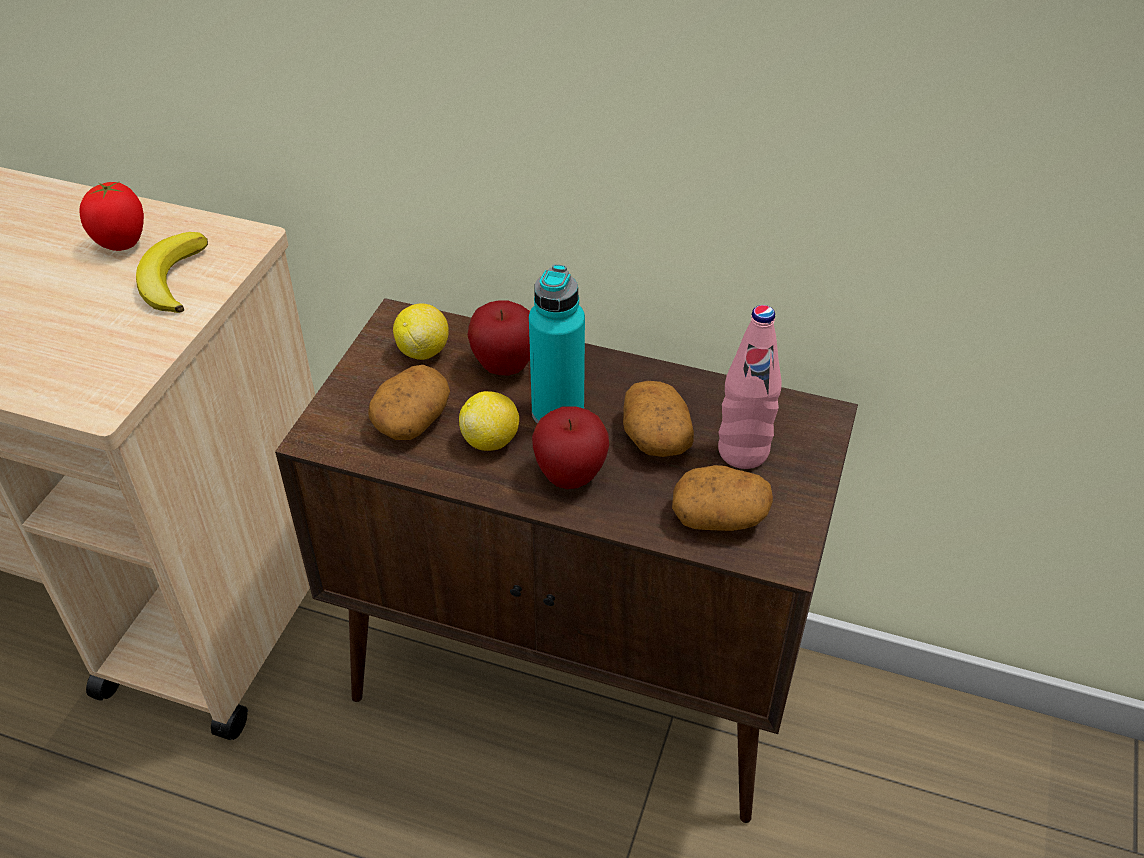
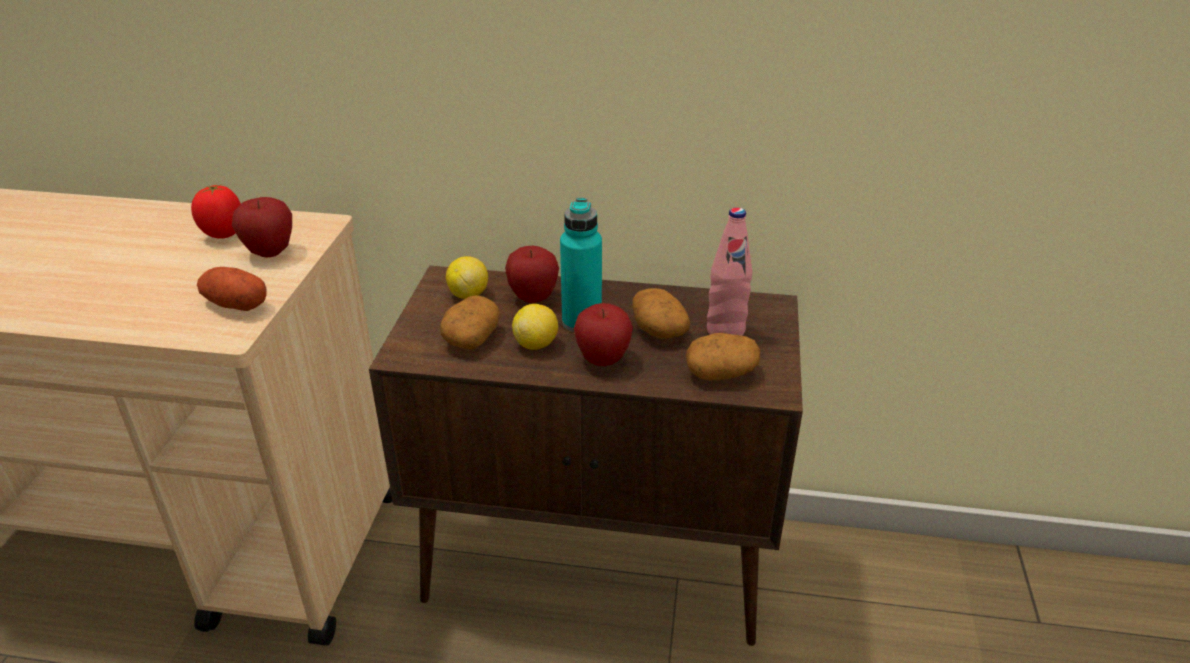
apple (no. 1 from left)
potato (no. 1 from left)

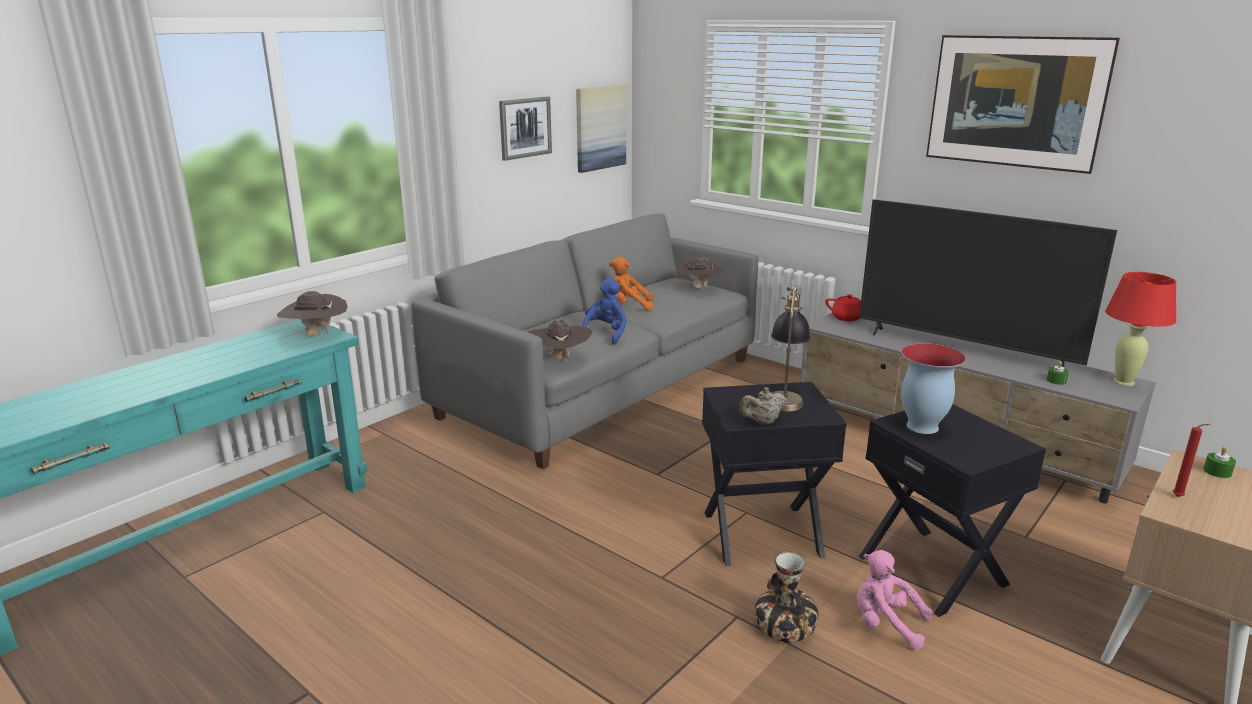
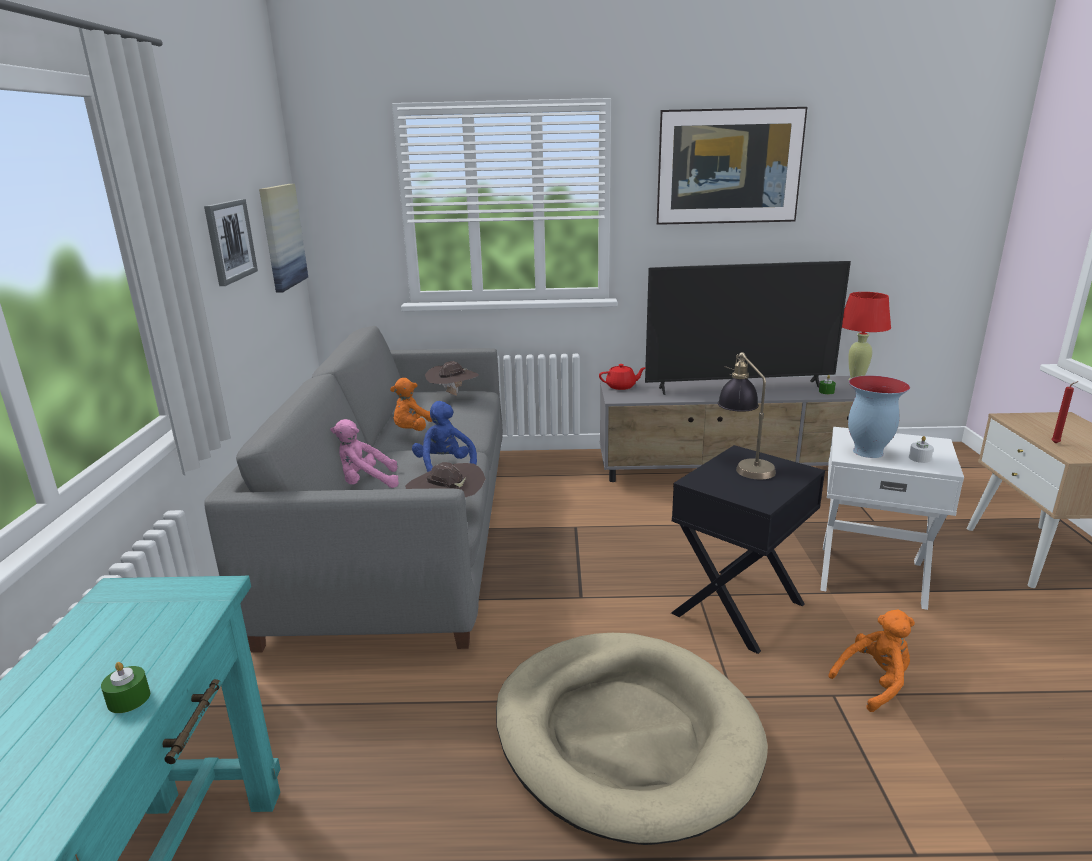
brown hat (no. 1 from left in the first image)
beige teapot
orange plush toy (no. 2 from left)
pink plush toy
white side table
green candle (no. 1 from left)
beige dog bed
white candle

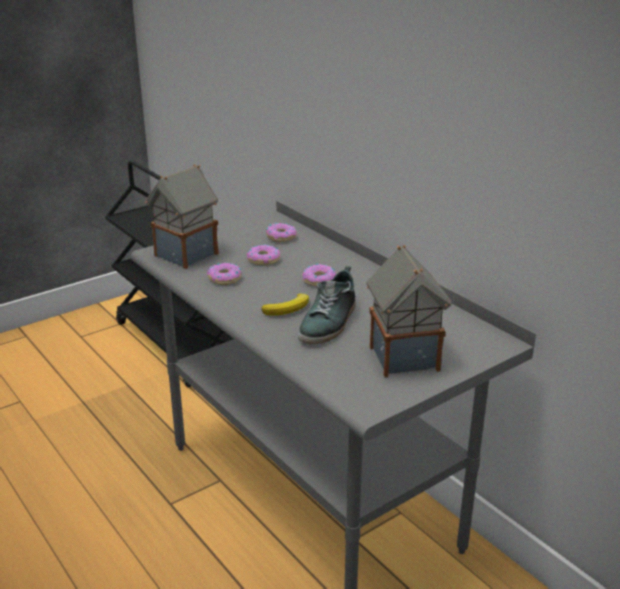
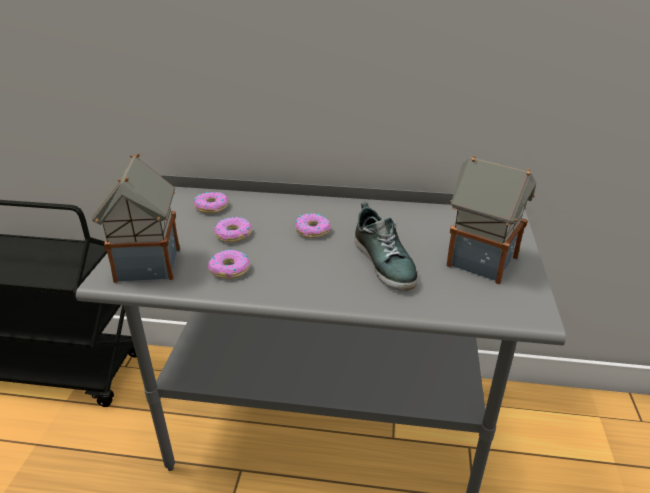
banana

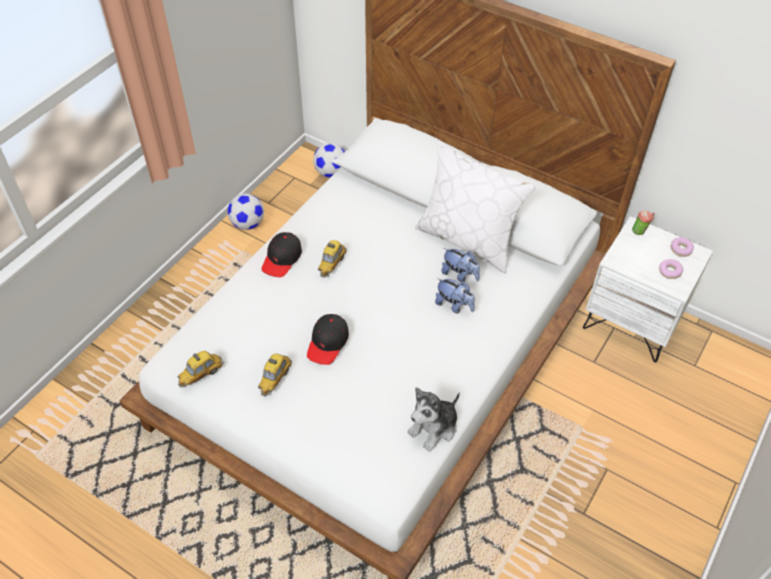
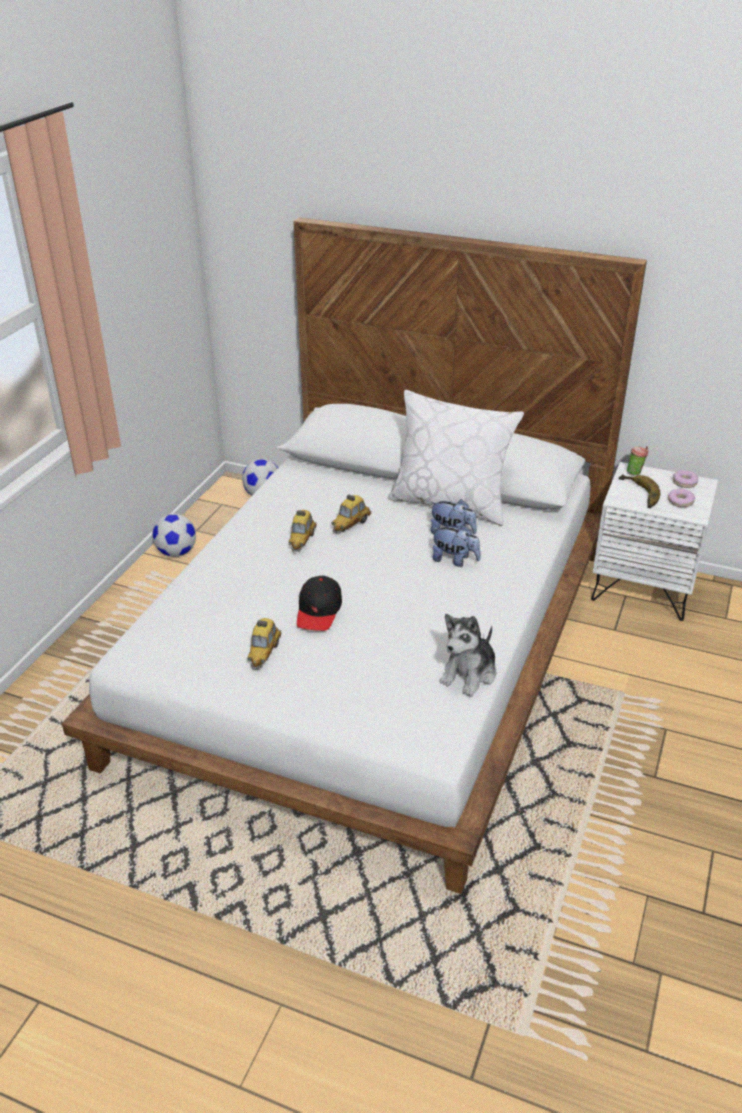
toy car (no. 3 from left)
black cap (no. 1 from left in the first image)
banana

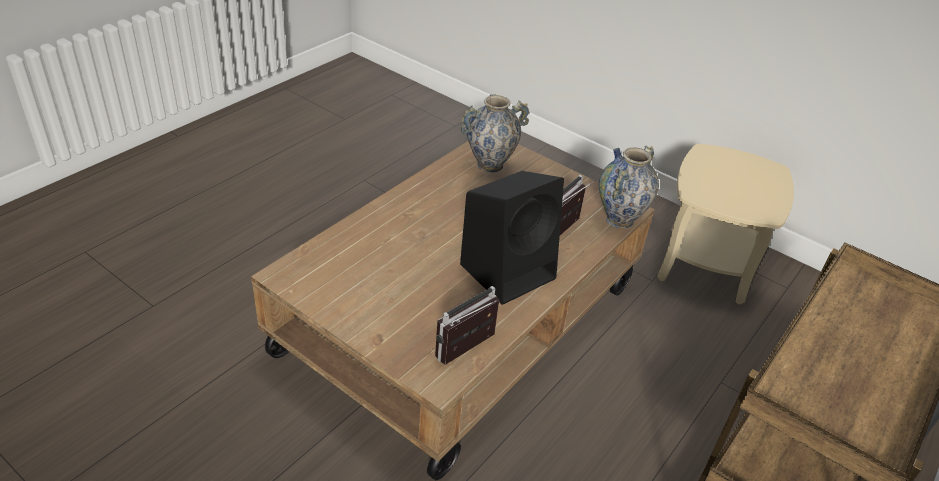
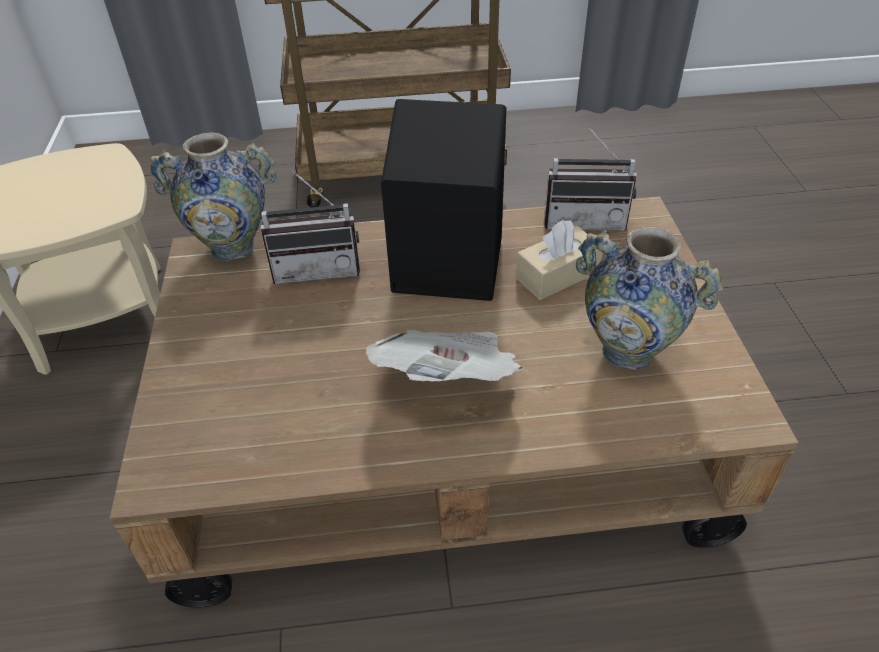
vase (no. 2 from left)
newspaper
beige tissue box

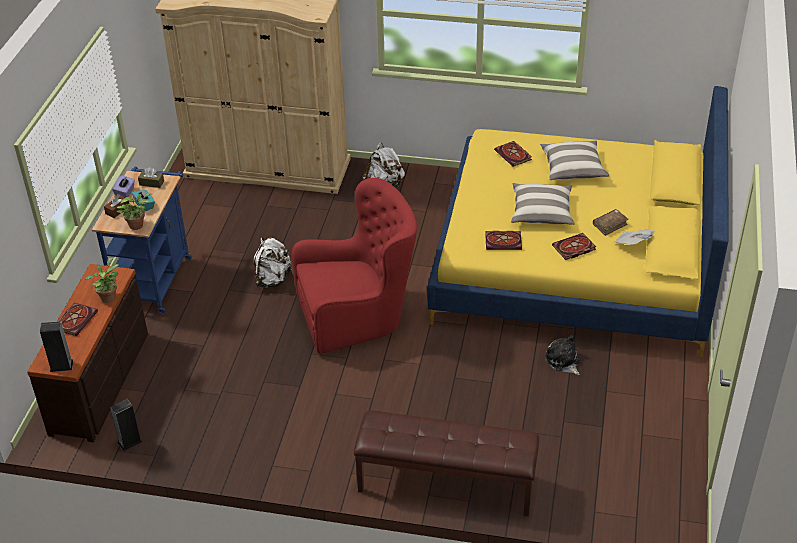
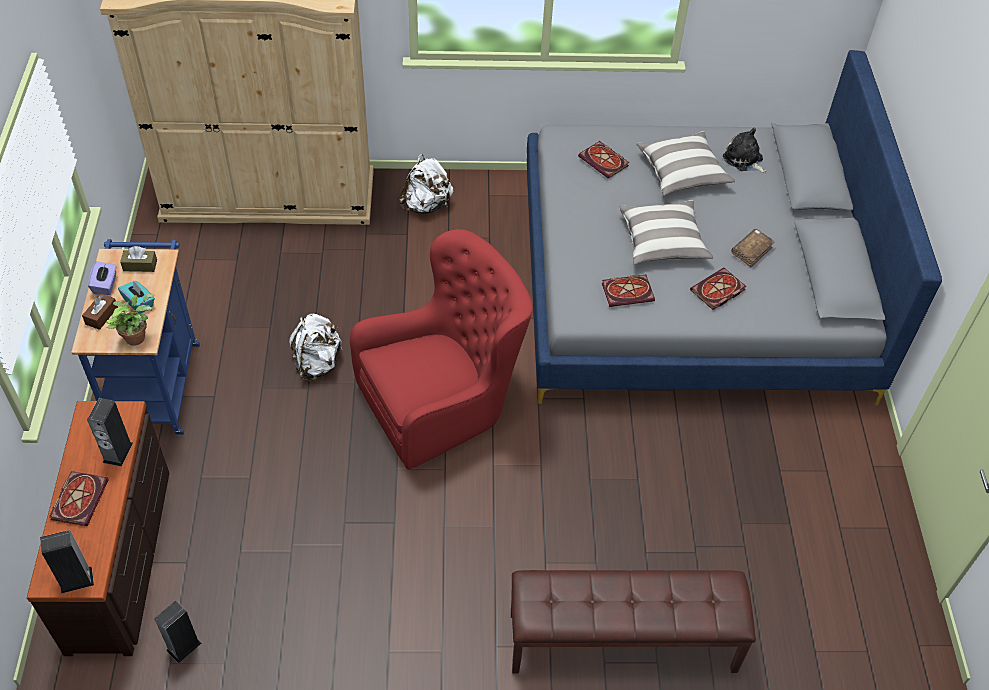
speaker (no. 2 from left)
grey bed
plush toy
newspaper

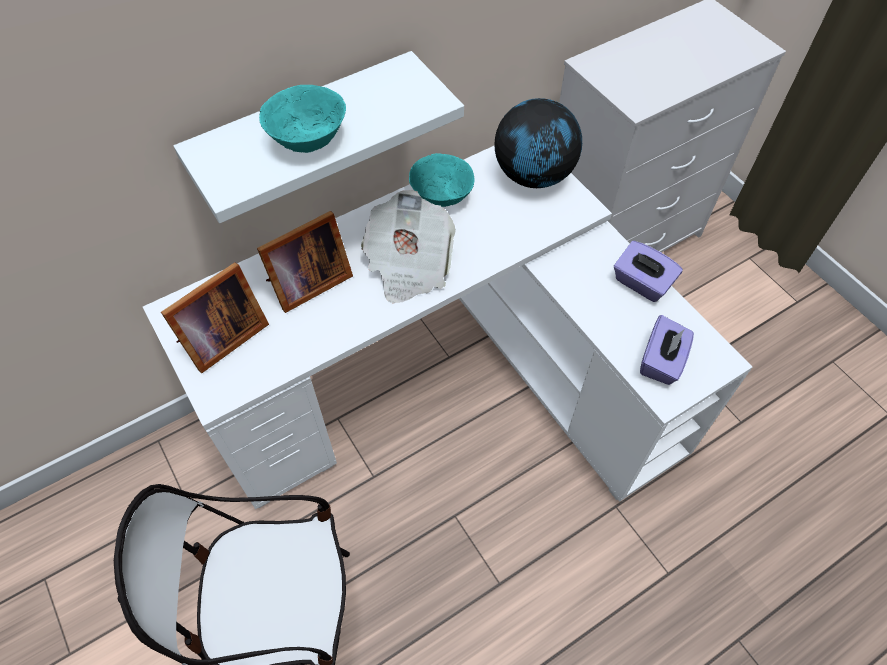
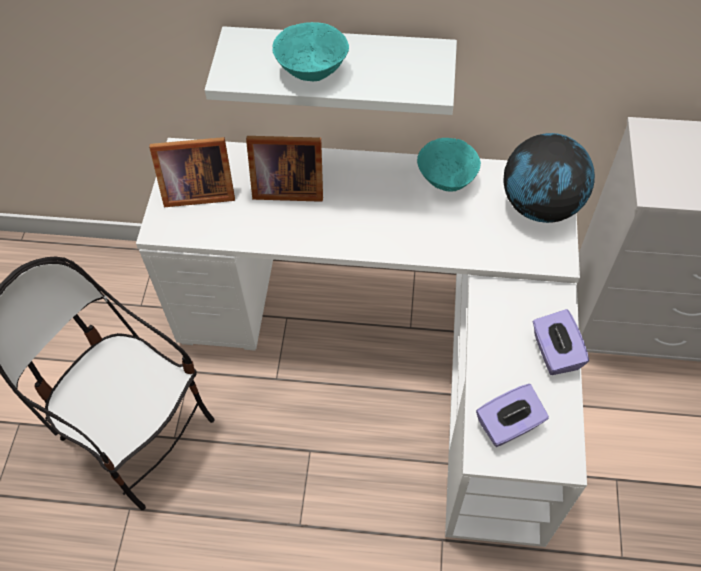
newspaper

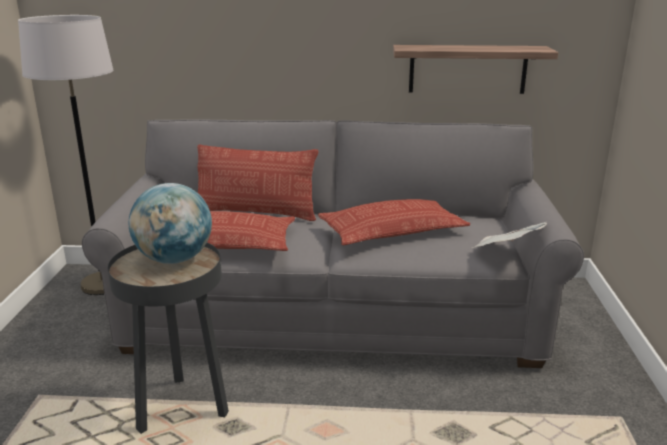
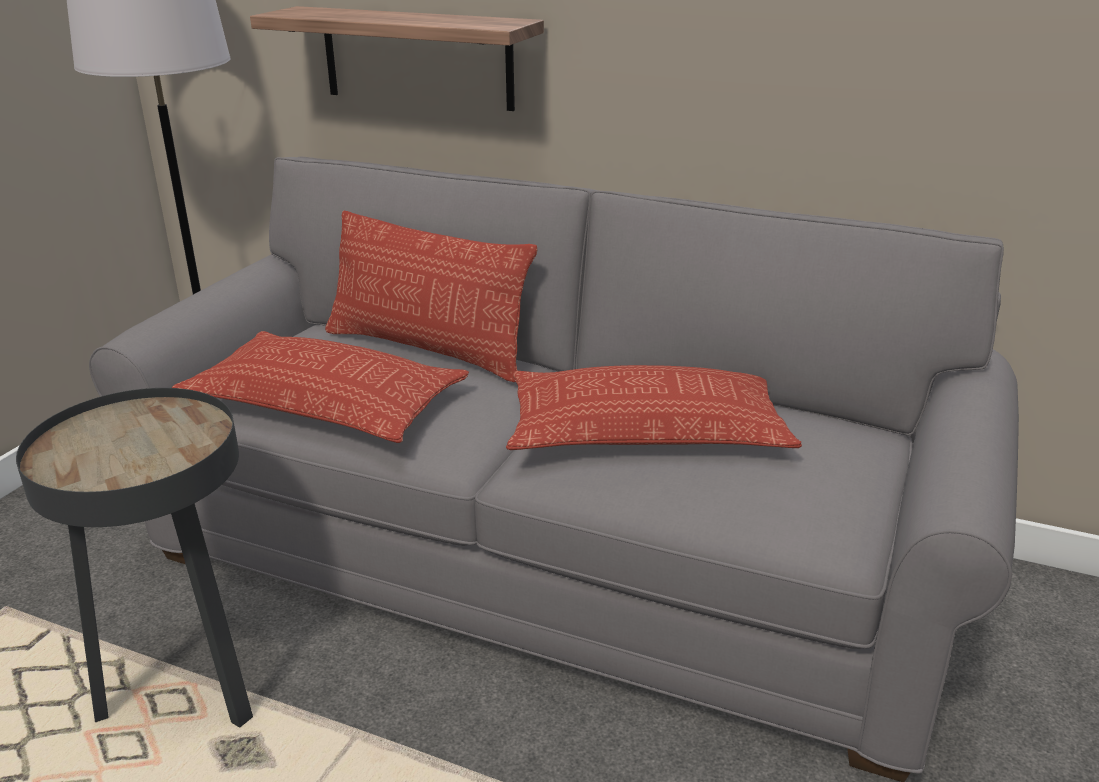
globe
shelf
newspaper

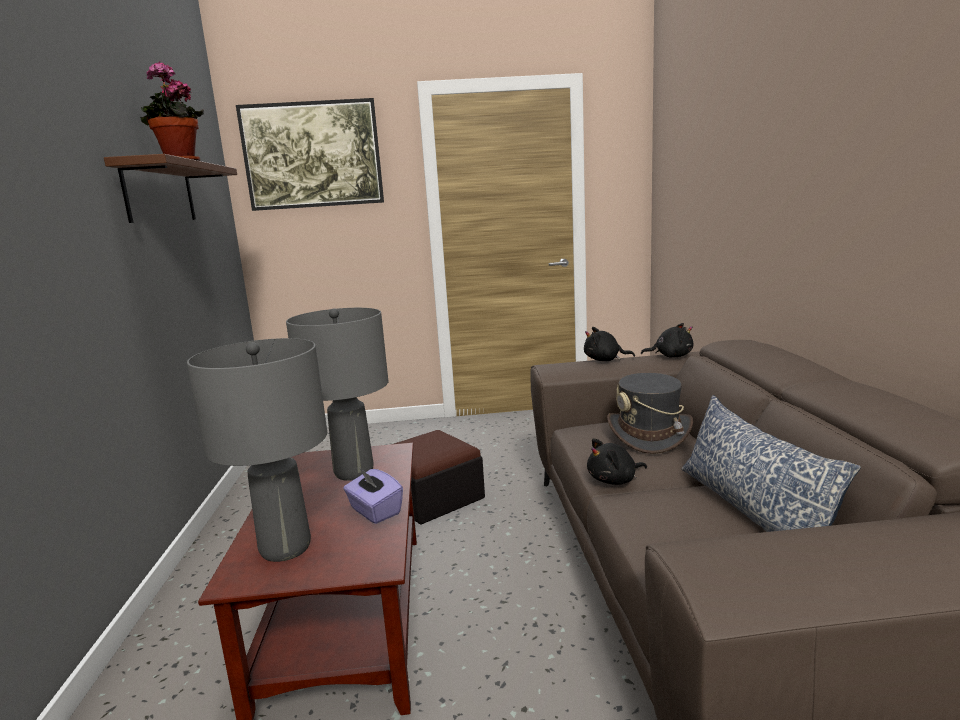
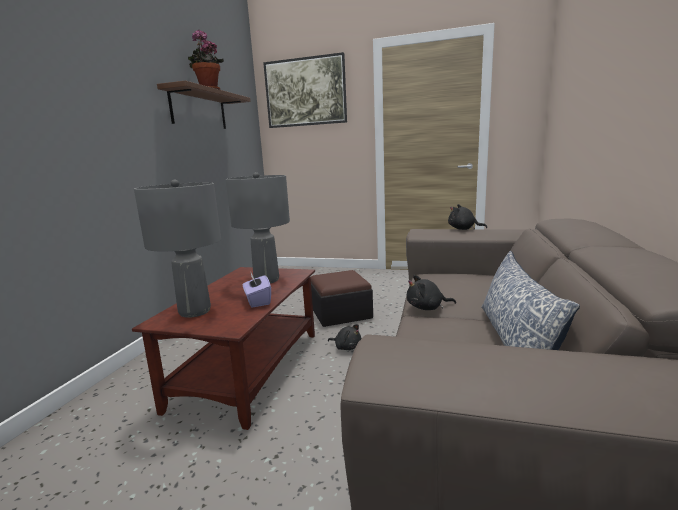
grey hat
black plush toy (no. 1 from left)

